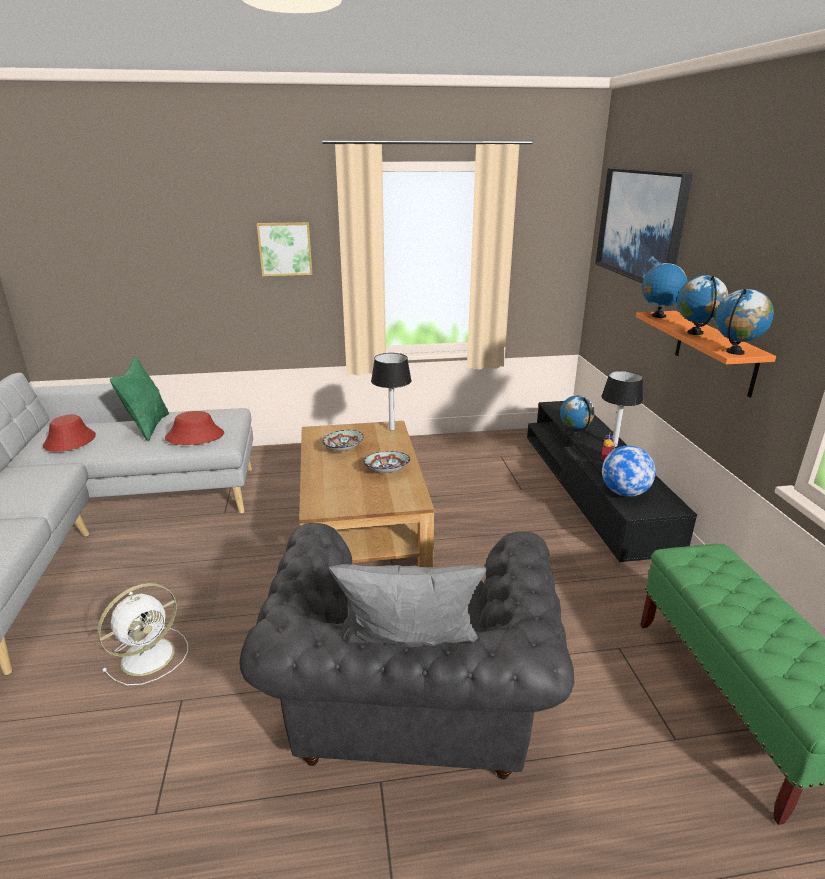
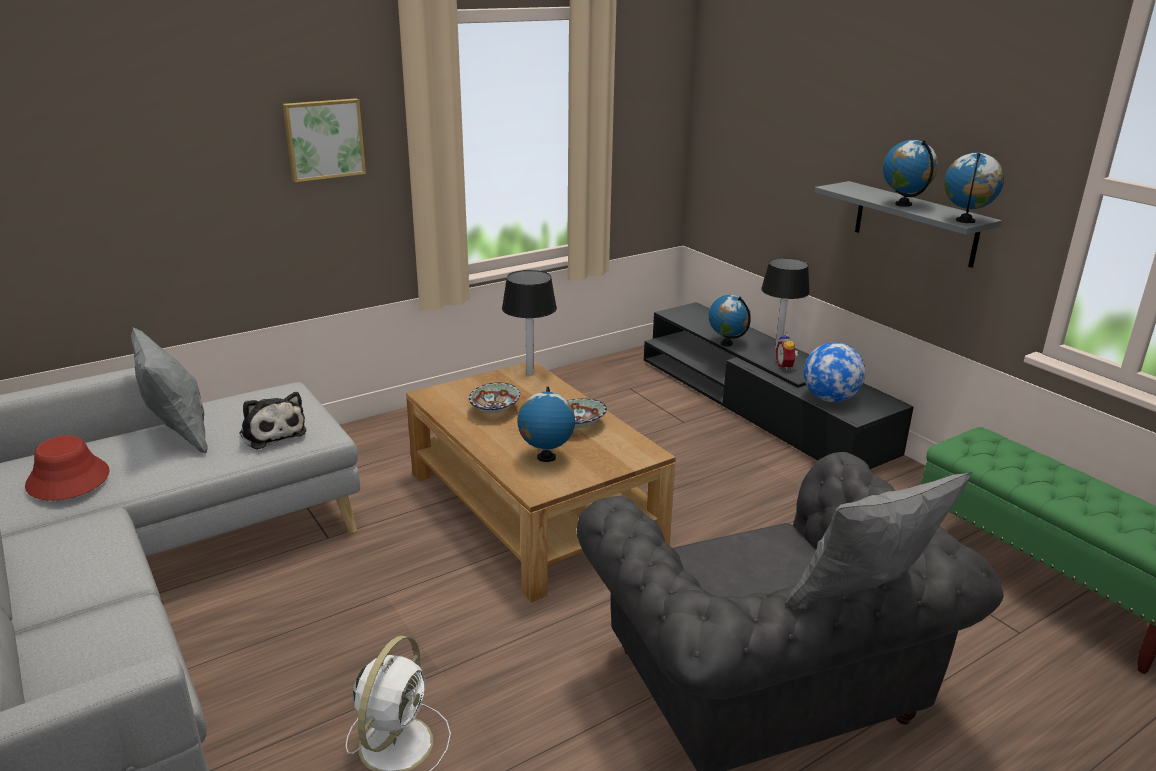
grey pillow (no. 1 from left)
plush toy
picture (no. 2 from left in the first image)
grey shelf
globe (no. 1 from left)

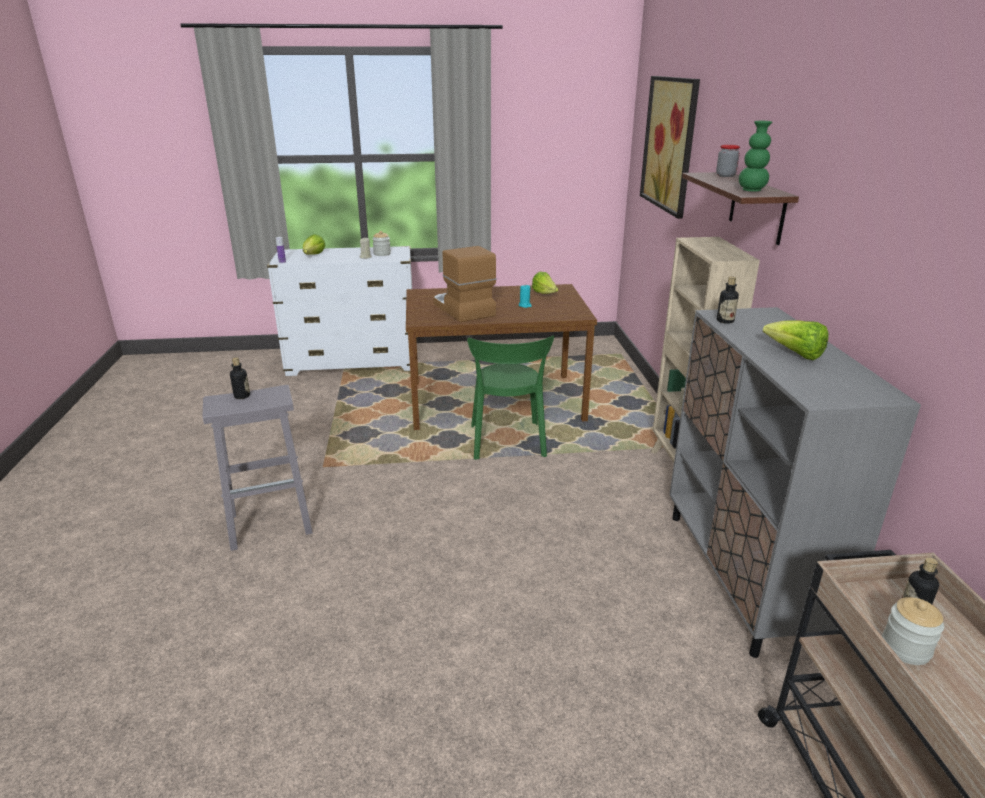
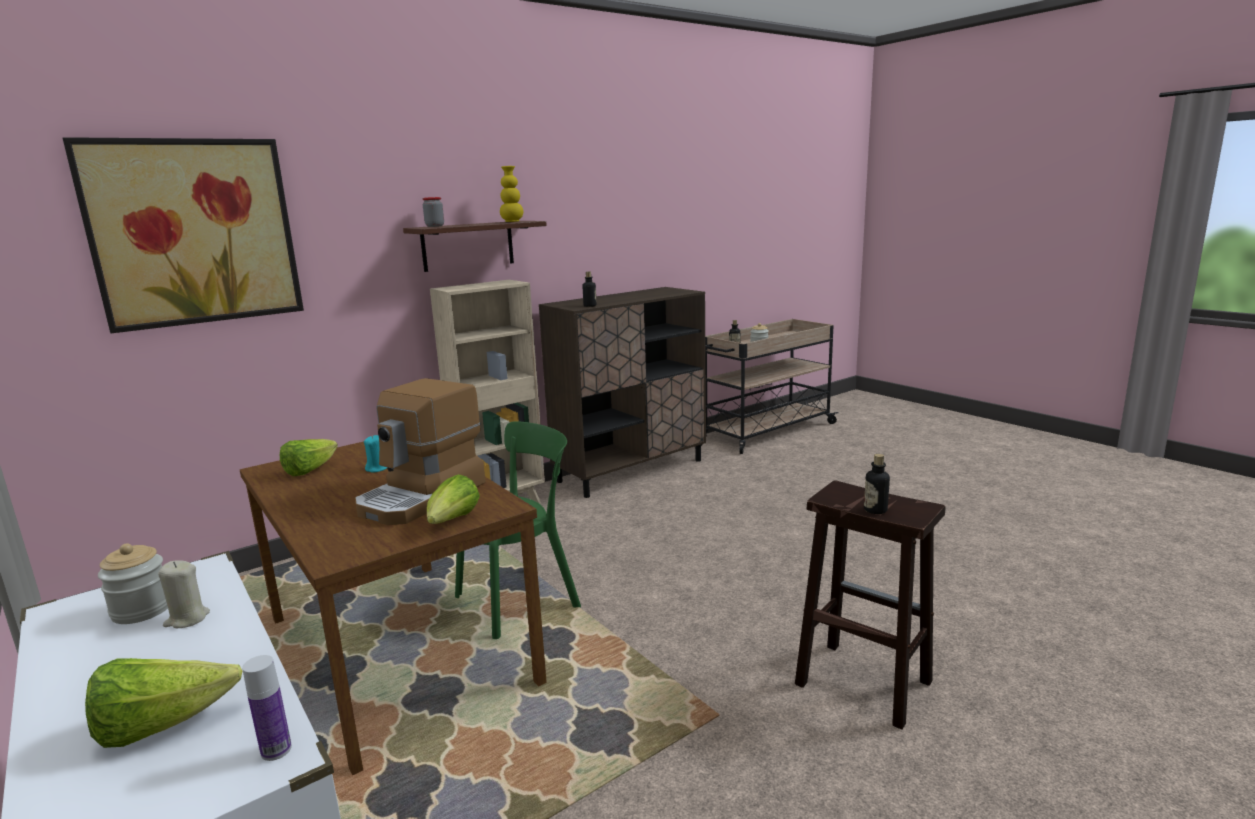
brown stool
brown cabinet
yellow vase
lettuce (no. 3 from left)

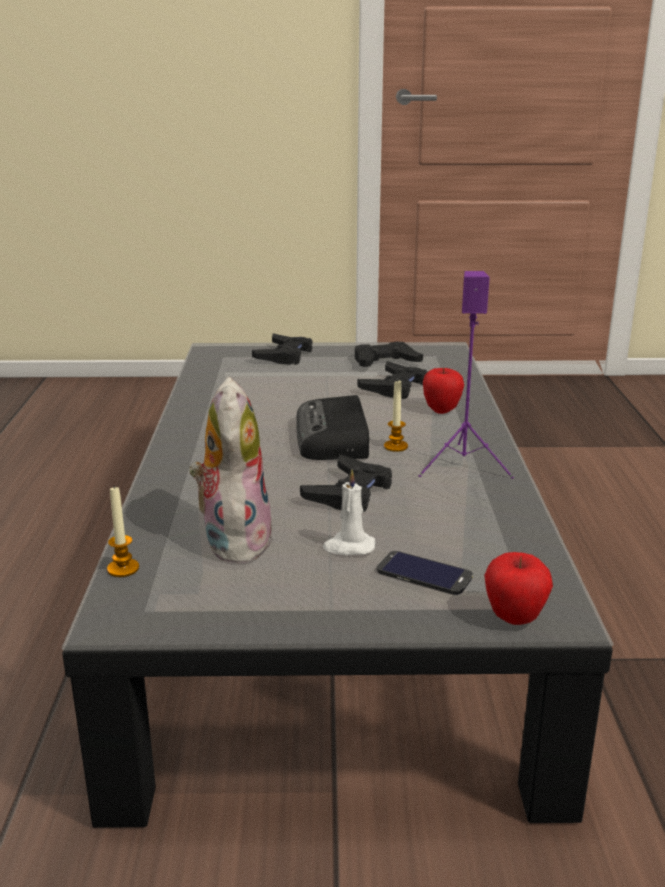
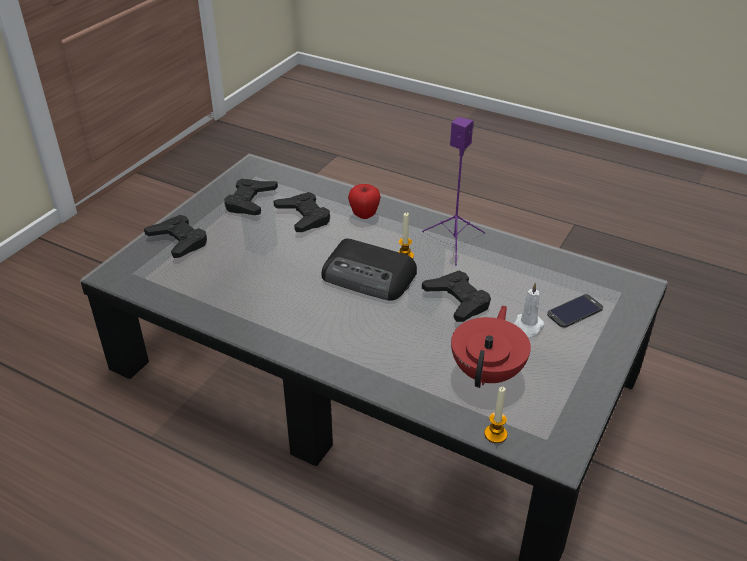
red teapot
apple (no. 2 from left in the first image)

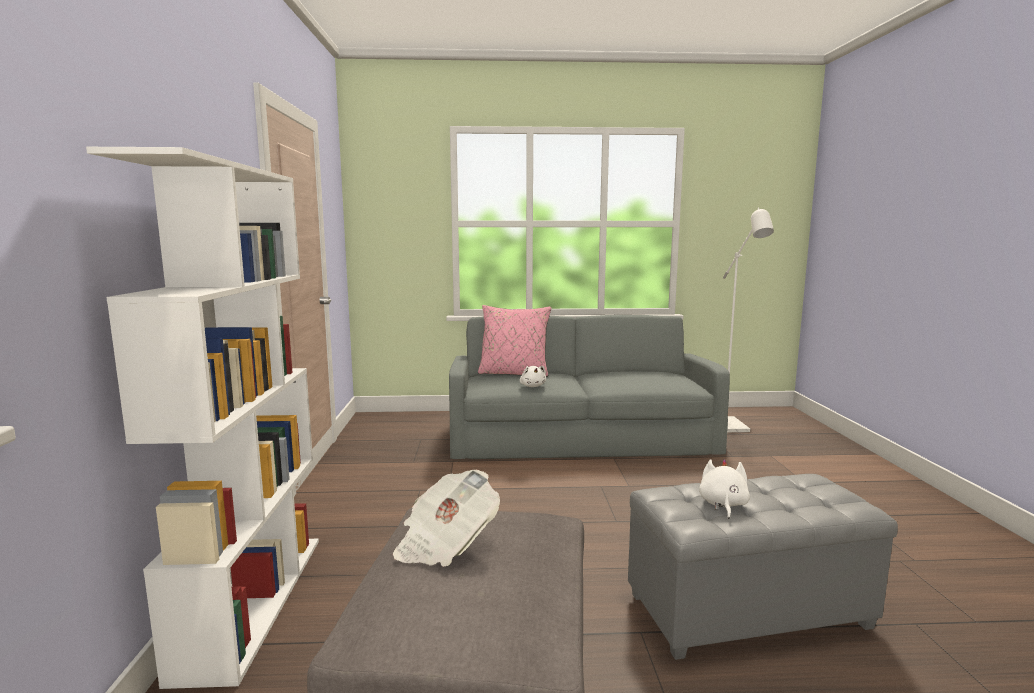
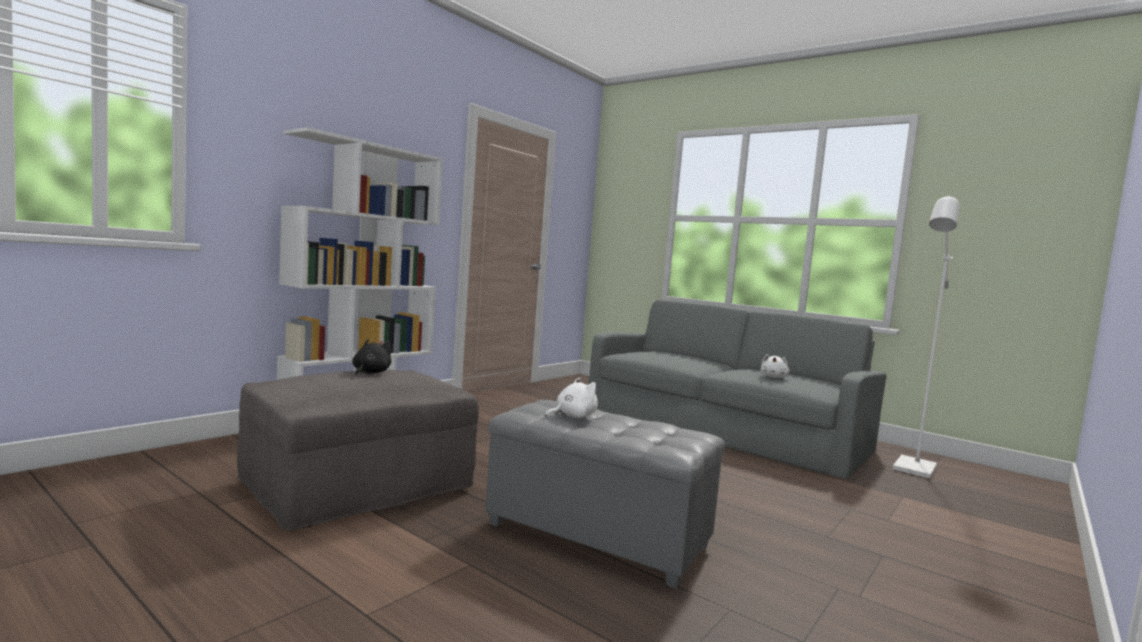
black plush toy
pink pillow
white plush toy (no. 2 from left)

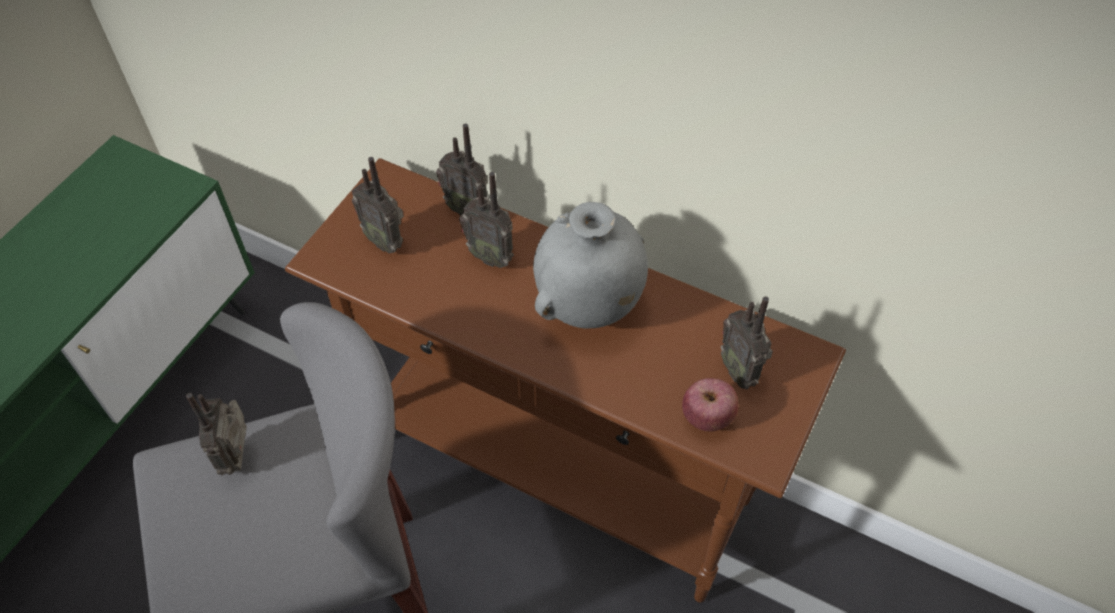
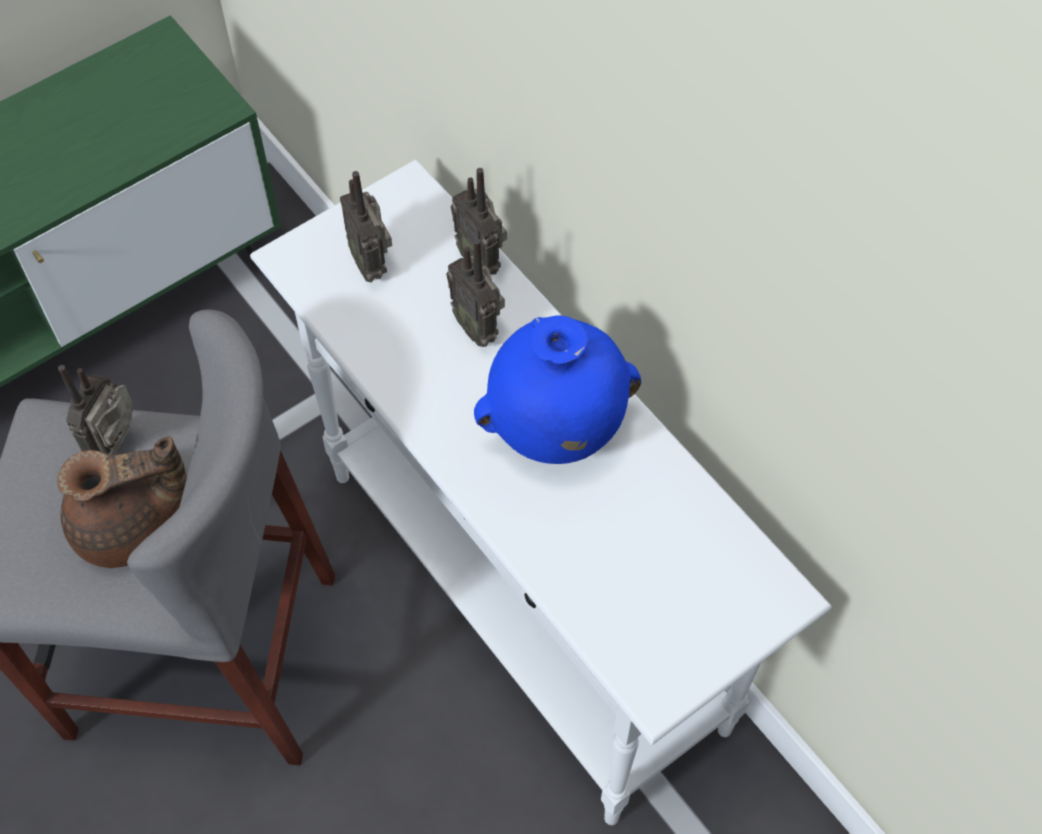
white console table
blue vase
apple
radio (no. 5 from left in the first image)
brown teapot

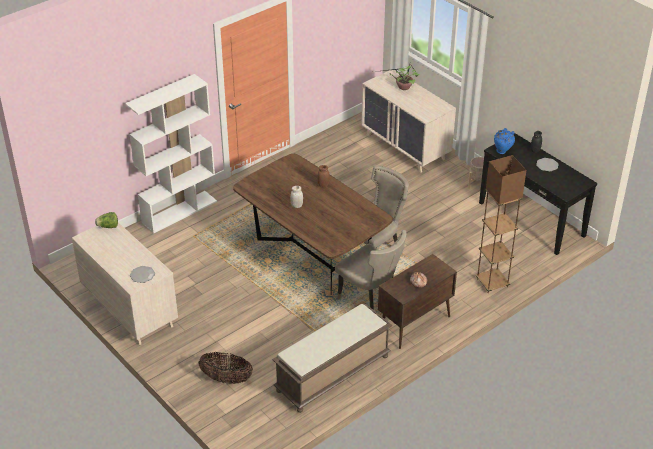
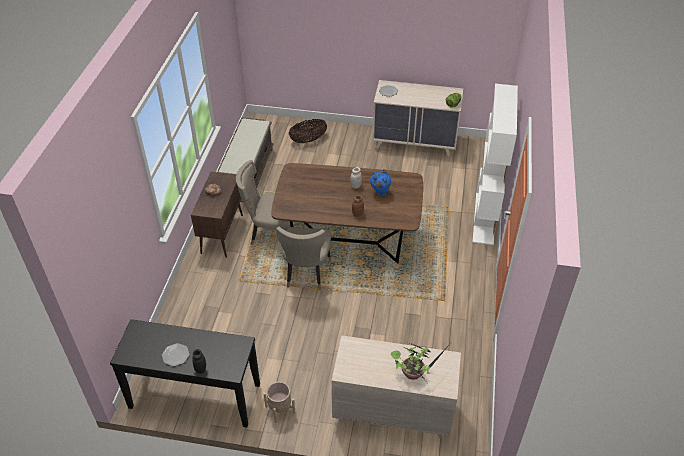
brown floor lamp
blue vase

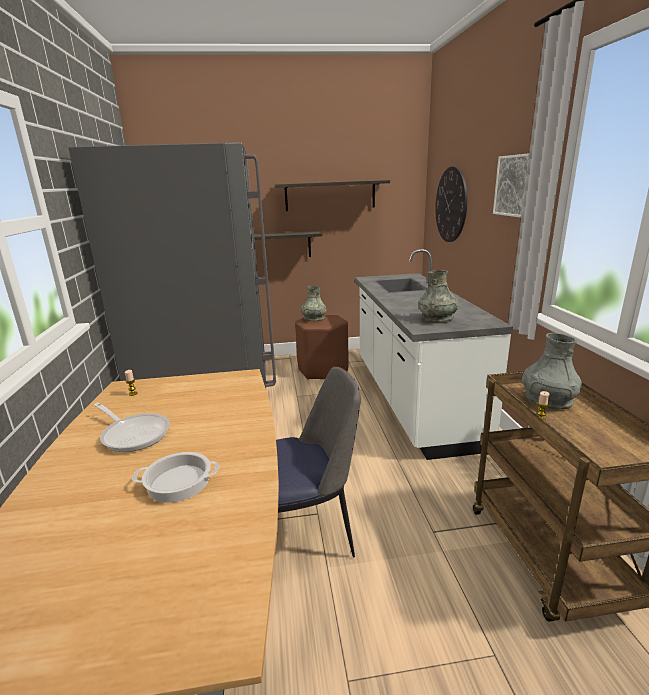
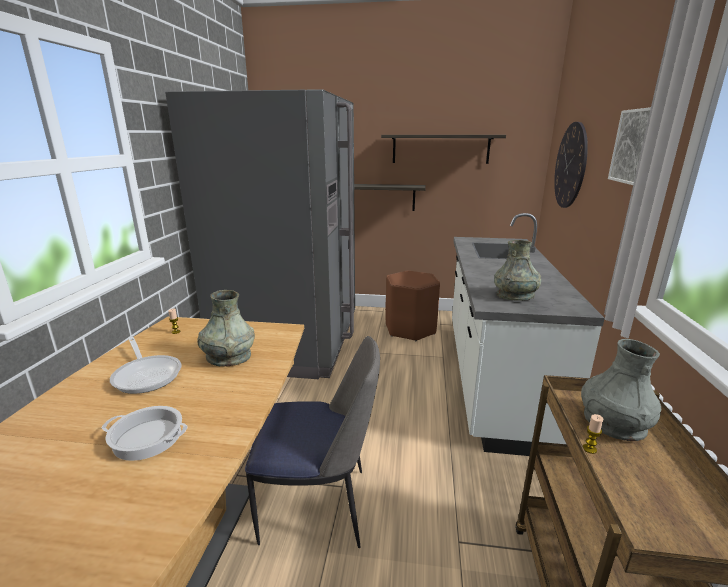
grey vase (no. 1 from left)

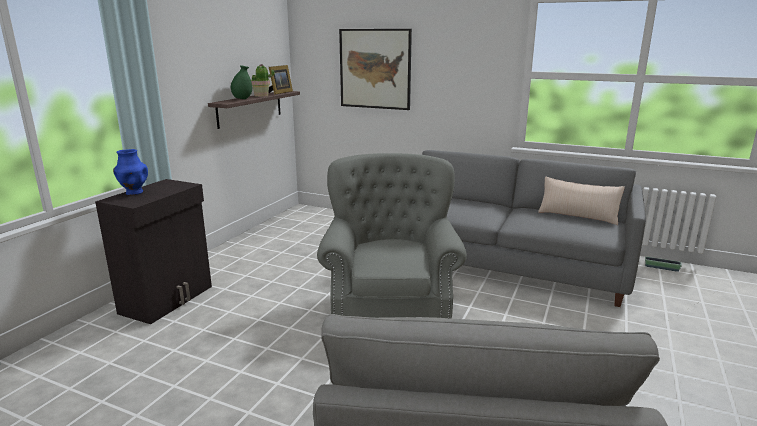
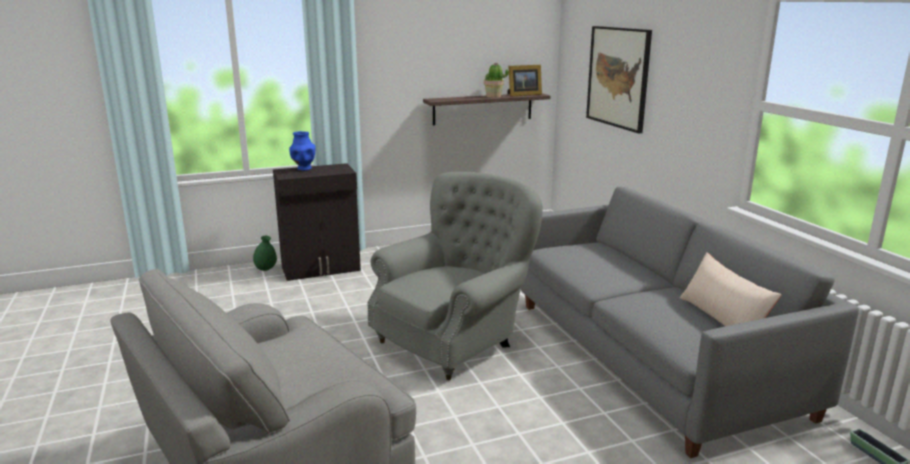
green vase

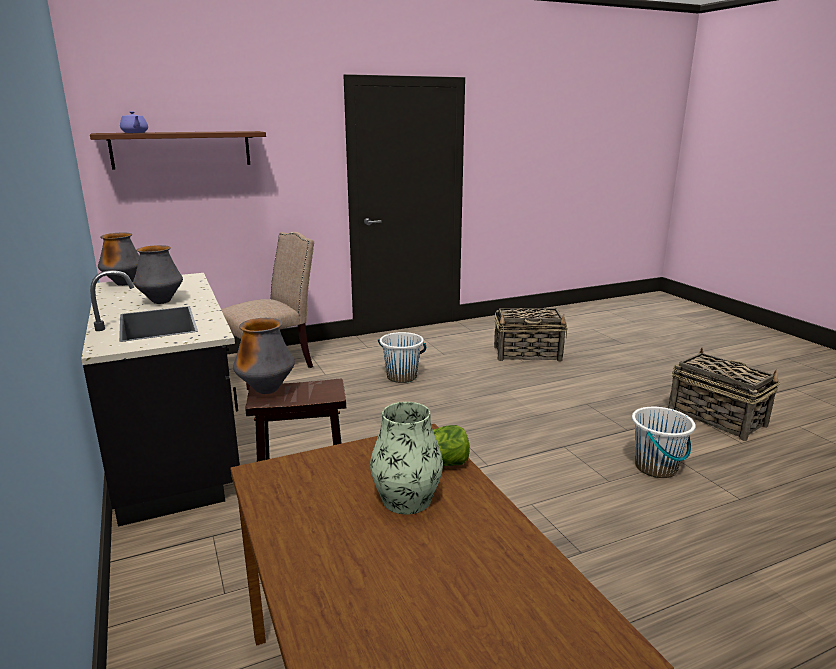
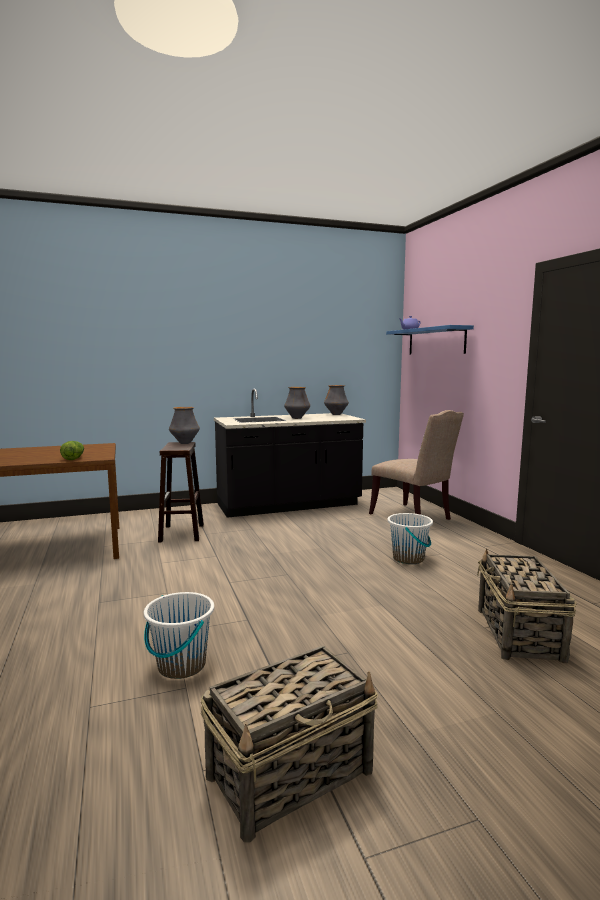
blue shelf
vase (no. 4 from left in the first image)

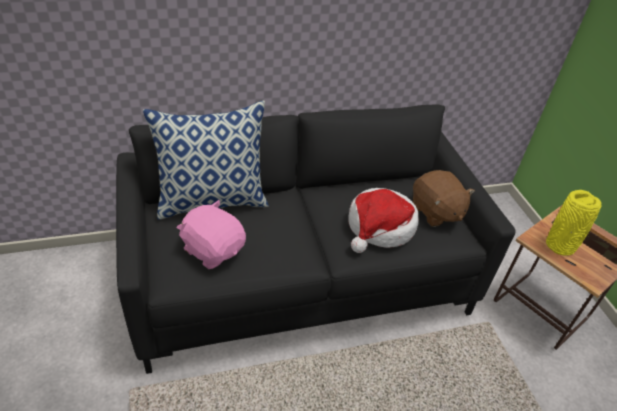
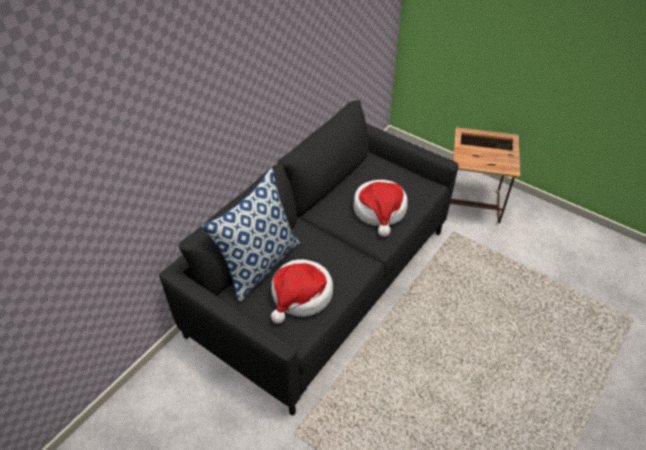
hat (no. 1 from left)
brown plush toy
yellow vase

